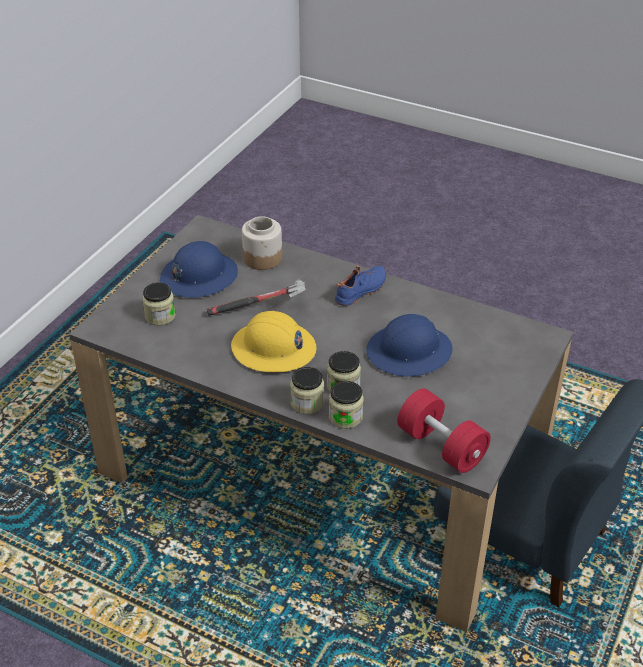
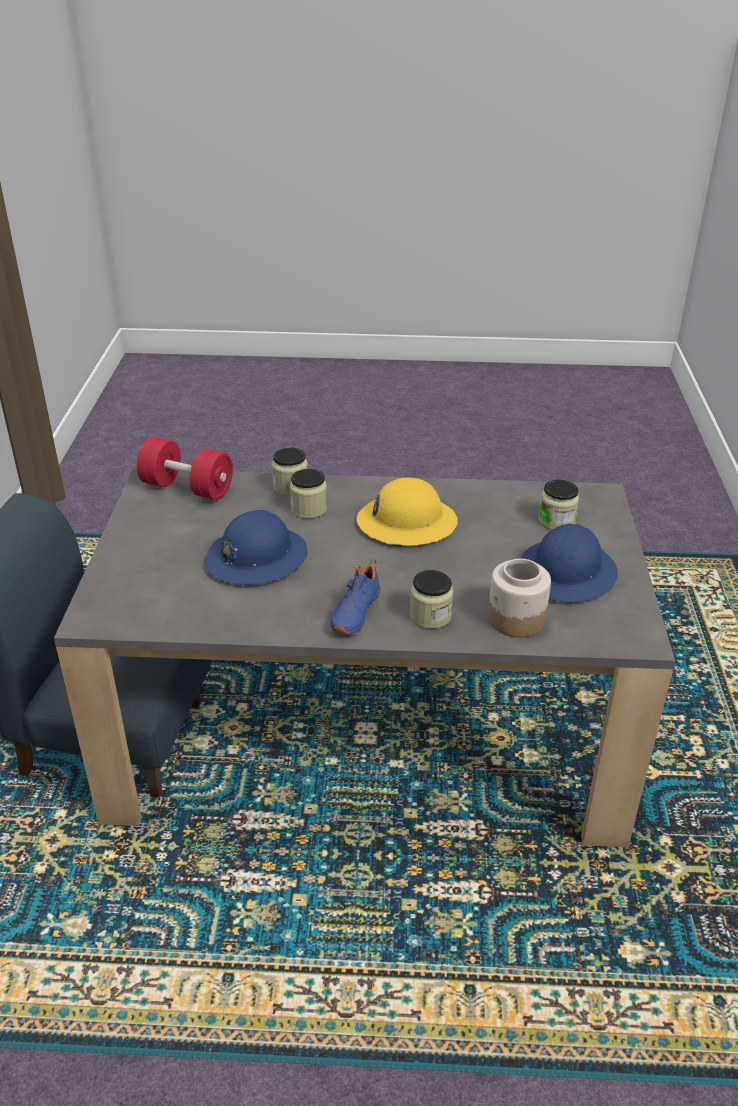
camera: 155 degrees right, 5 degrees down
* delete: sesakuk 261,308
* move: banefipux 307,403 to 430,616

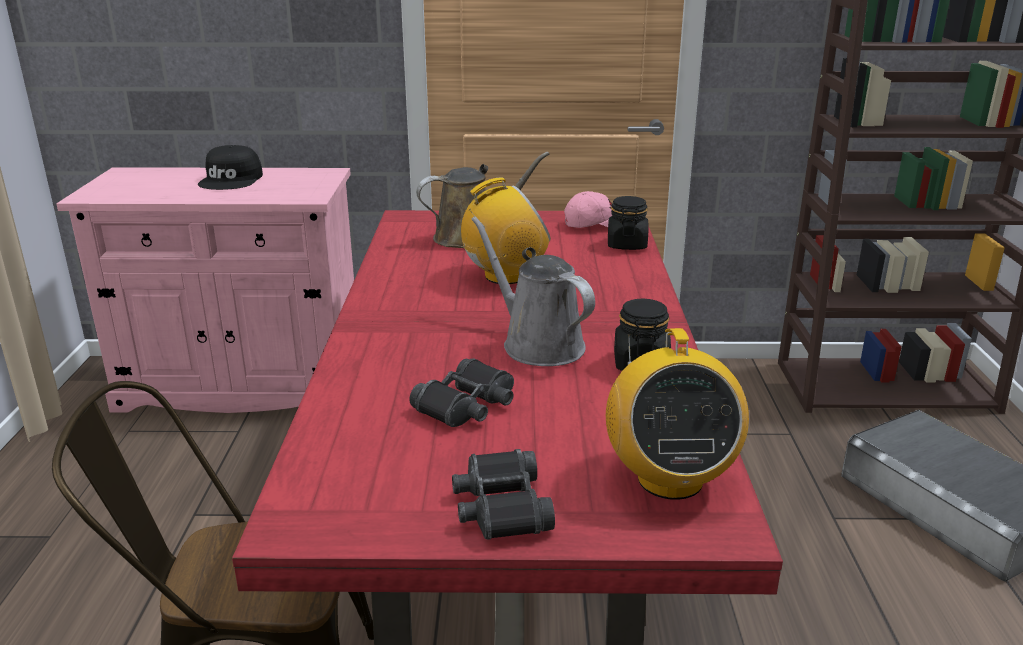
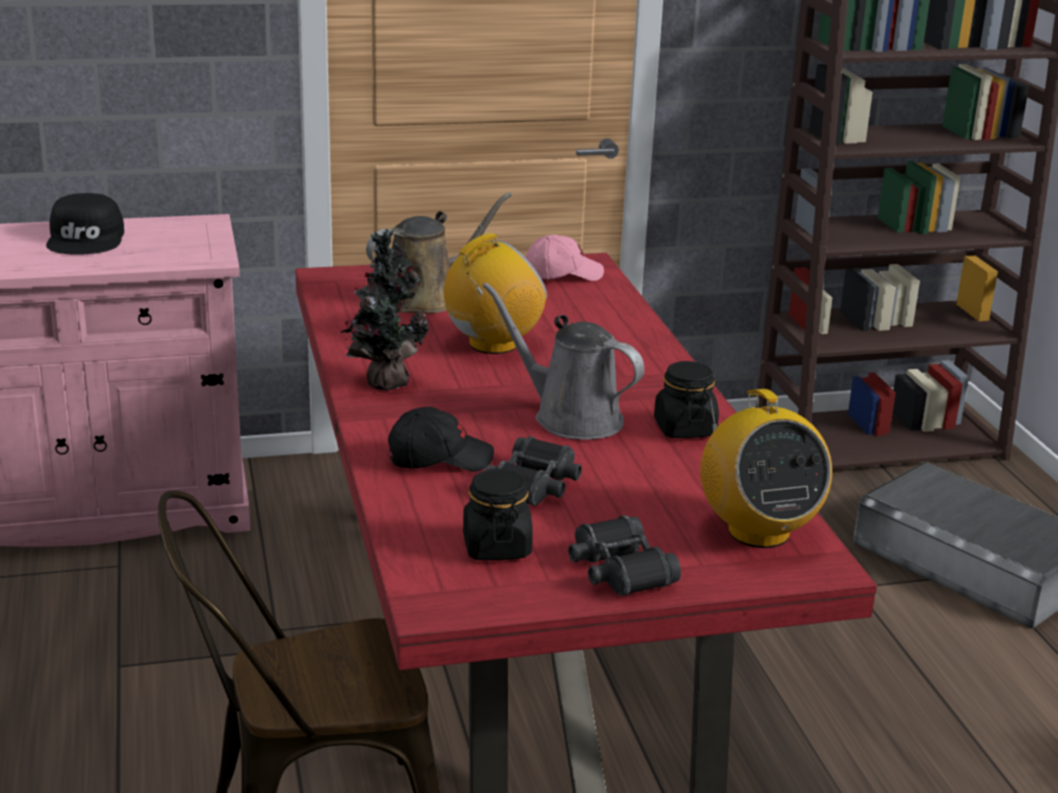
camera: 15 degrees left, 0 degrees up
* move: banefipux (black) 626,245 to 496,547
* insert: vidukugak 384,382
* insert: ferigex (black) 439,458

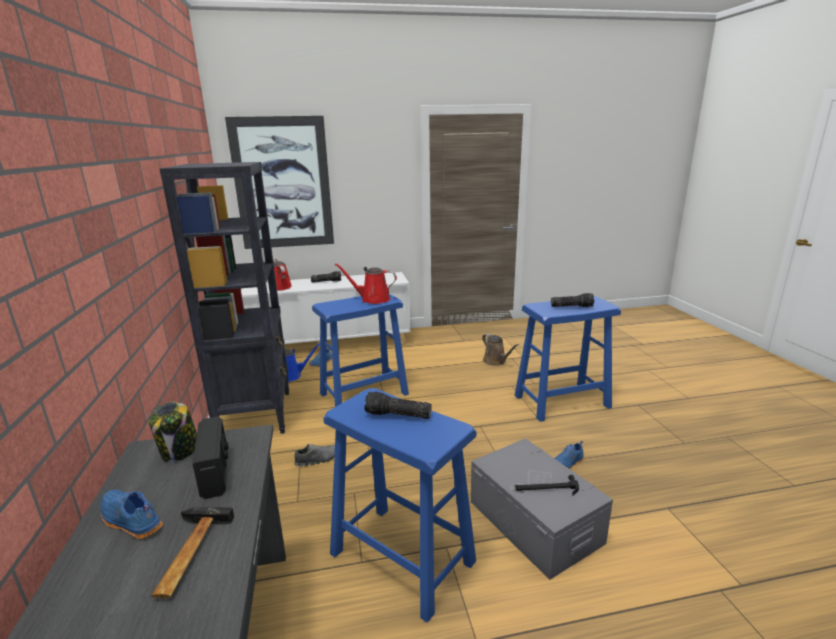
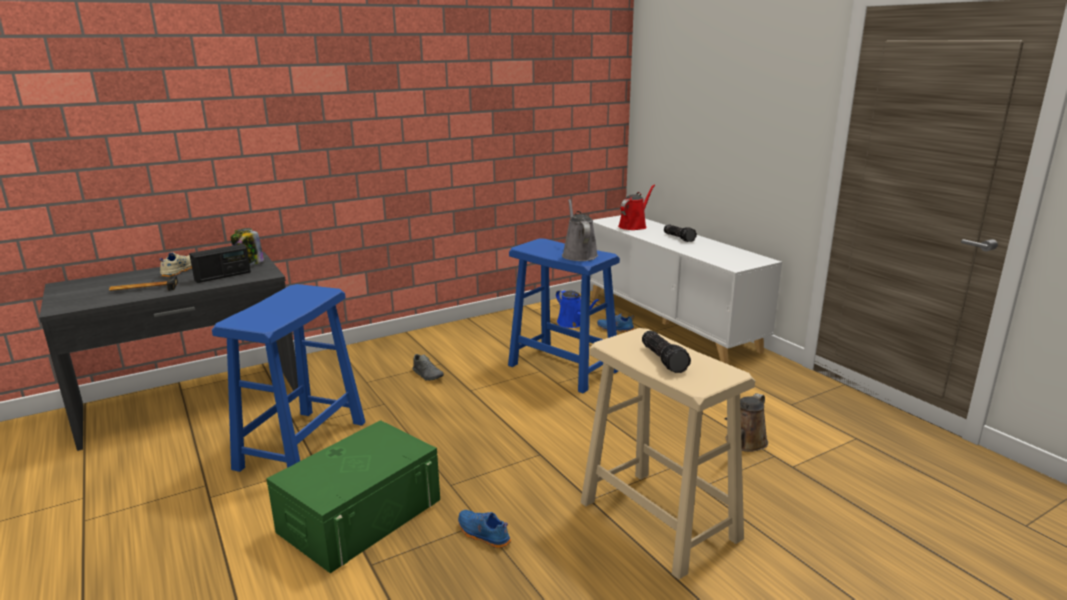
camera: 70 degrees right, 0 degrees up
* delete: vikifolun 283,184
* delete: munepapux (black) 256,414
* recolor: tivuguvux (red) 372,299 to tivuguvux (grey) 578,255
* recolor: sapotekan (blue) 562,401 to sapotekan (beige) 659,521
* delete: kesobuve 397,415
* recolor: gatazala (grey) 534,521 to gatazala (green) 360,515
* delete: sesakuk 547,488
* recolor: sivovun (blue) 130,521 to sivovun (beige) 178,271

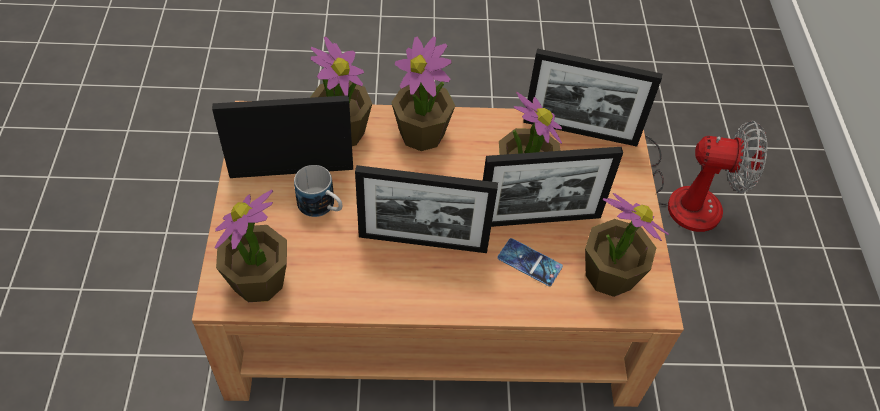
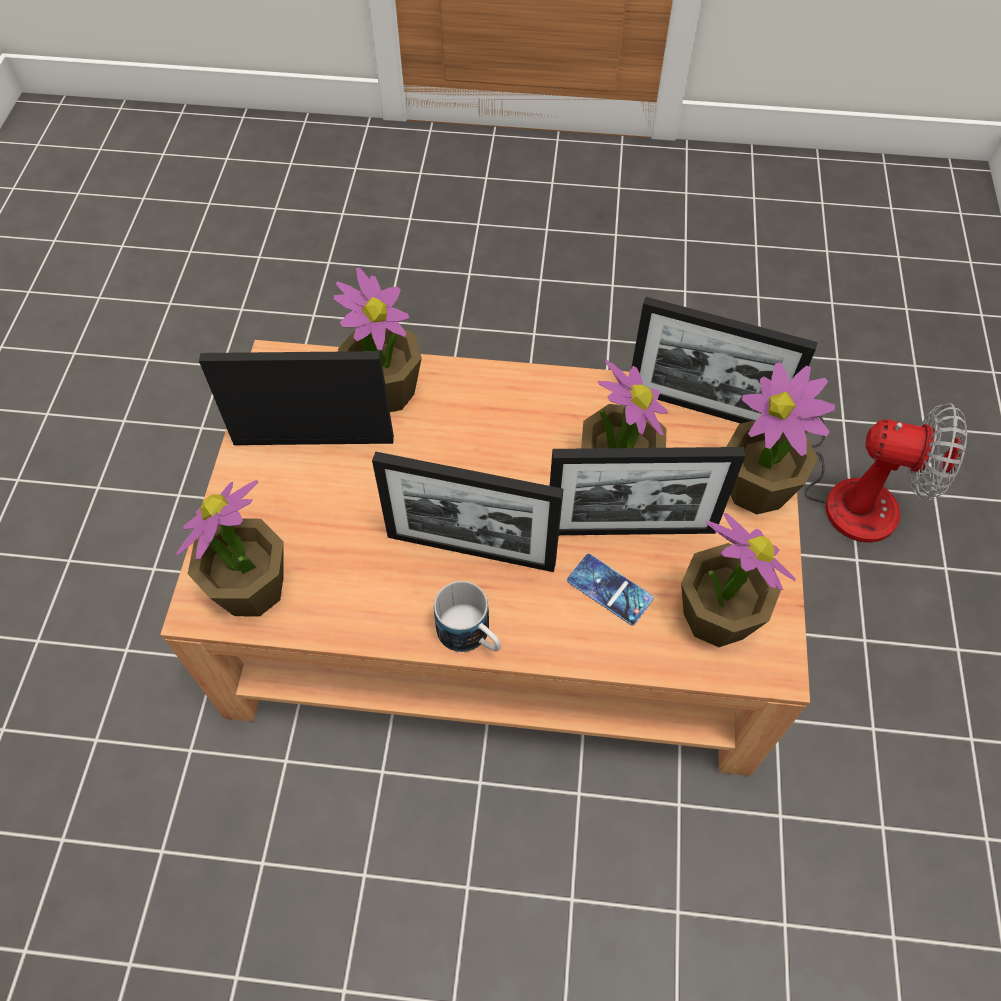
camera: 10 degrees right, 5 degrees up
* move: vidukugak 422,134 to 757,488
* move: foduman 322,207 to 471,636

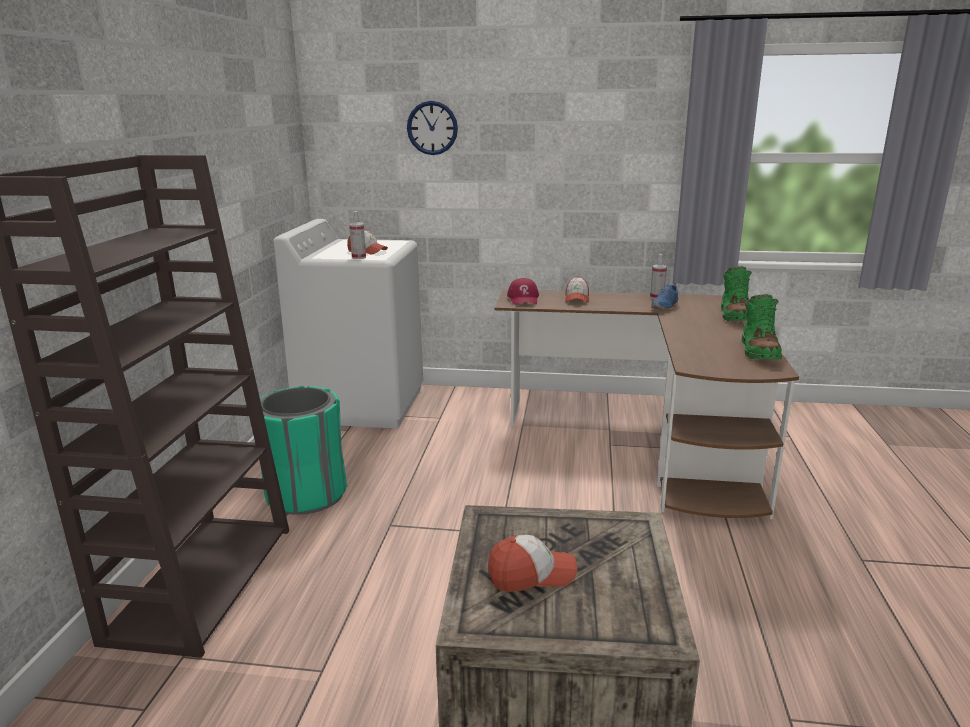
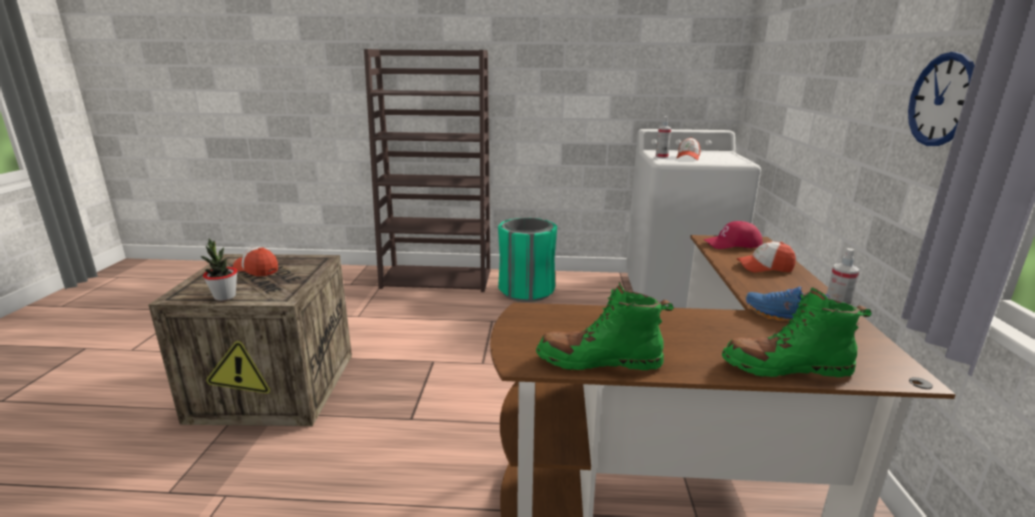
camera: 85 degrees right, 0 degrees up
* move: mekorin 432,128 to 942,100
* rotate: ferigex 531,575 = 256,269 135 degrees clockwise
* insert: vidukugak 225,297

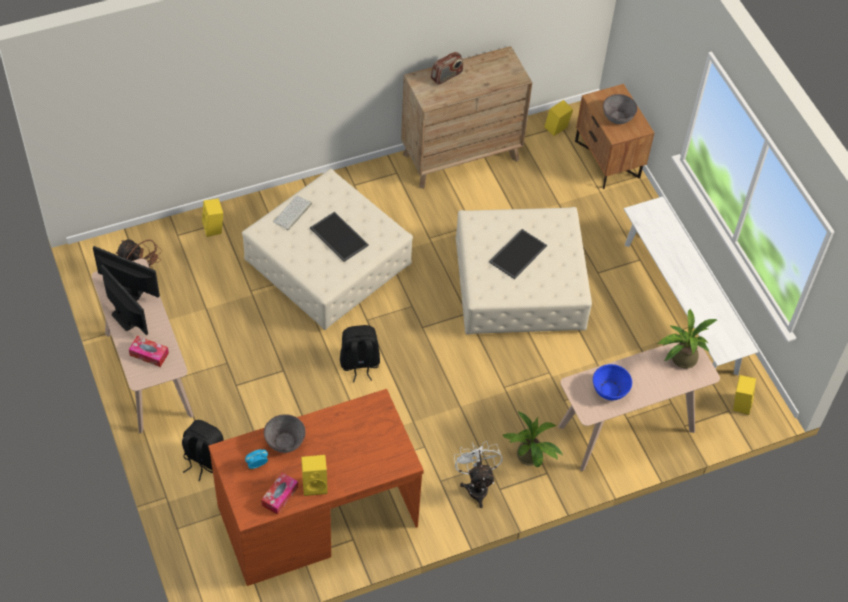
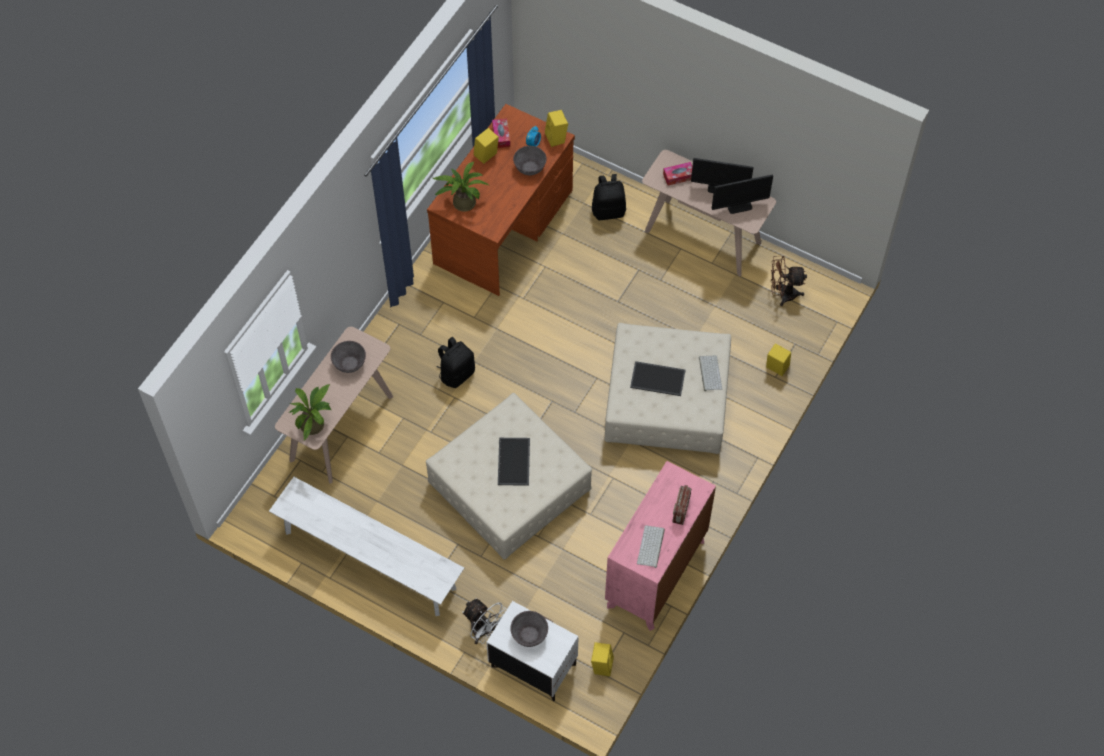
camera: 145 degrees right, 5 degrees up
* recolor: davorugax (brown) 461,156 to davorugax (pink) 656,573
* recolor: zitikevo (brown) 608,159 to zitikevo (white) 532,666
* move: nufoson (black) 359,364 to 456,374
* recolor: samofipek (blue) 610,390 to samofipek (grey) 349,363
* move: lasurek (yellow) 740,403 to 557,138
* move: vidukugak 531,458 to 461,202
* move: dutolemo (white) 476,485 to 484,632
* insert: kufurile 651,547

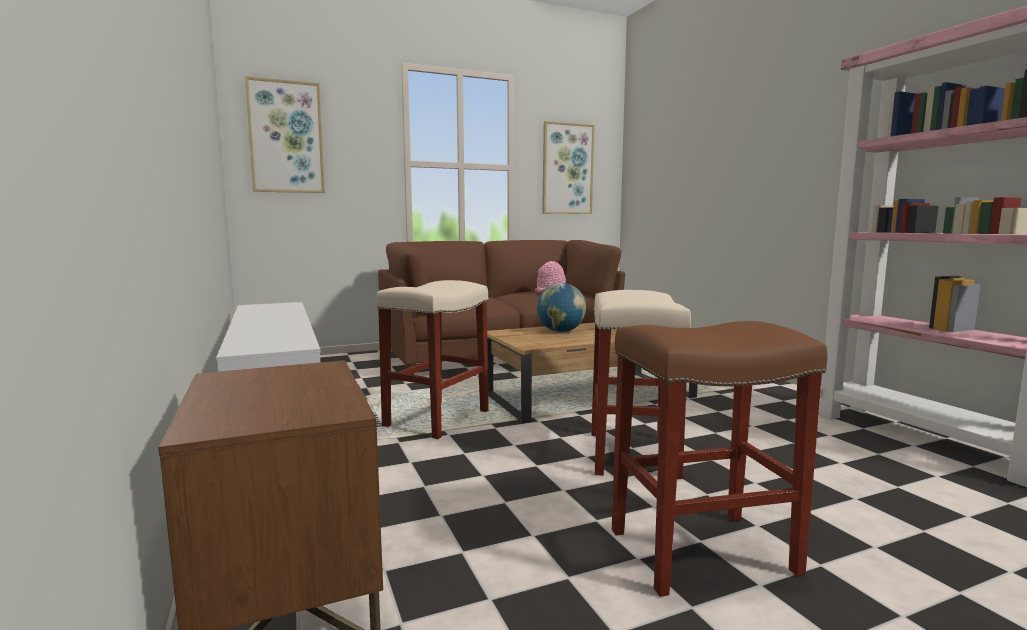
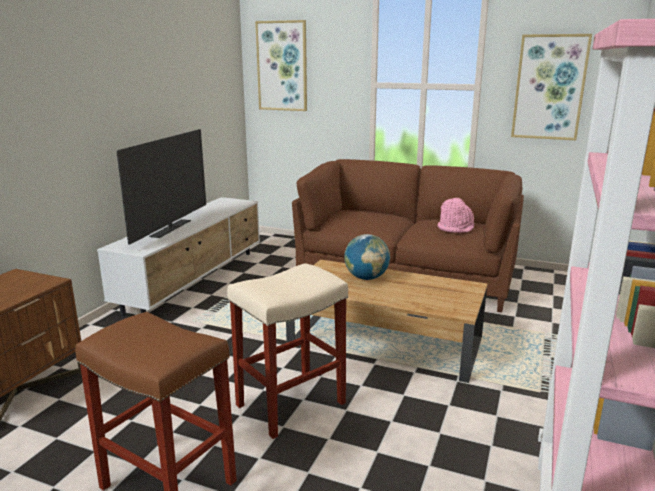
camera: 45 degrees right, 10 degrees up
* delete: sapotekan (beige) 437,418
* insert: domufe 171,229

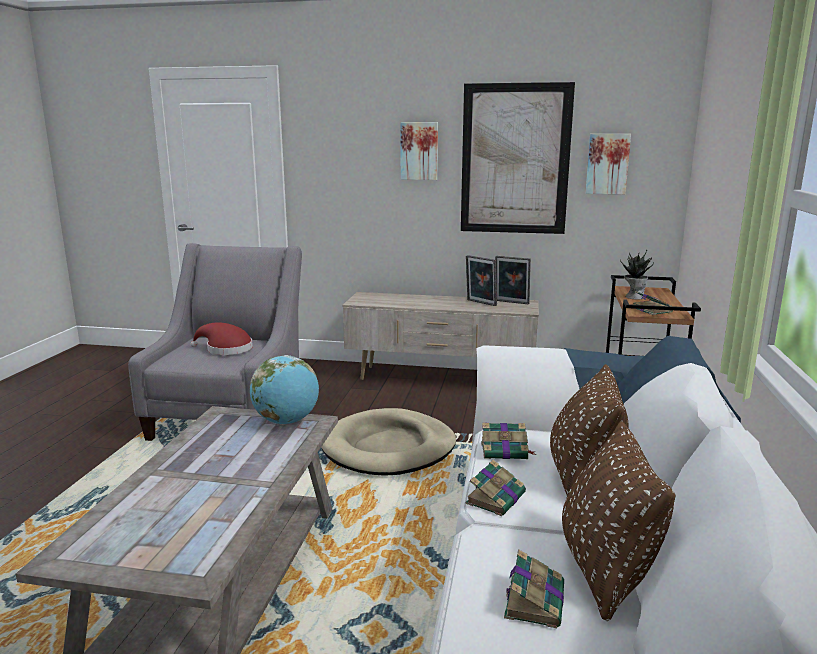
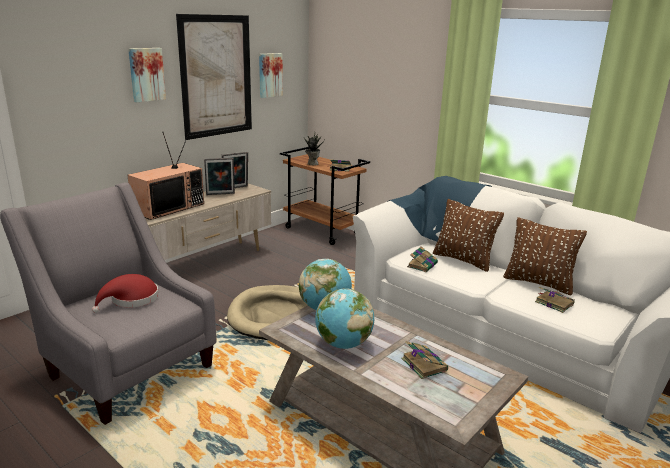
camera: 60 degrees left, 5 degrees up
* move: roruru 496,498 to 423,364
* insert: domufe 168,207
* insert: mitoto 343,344

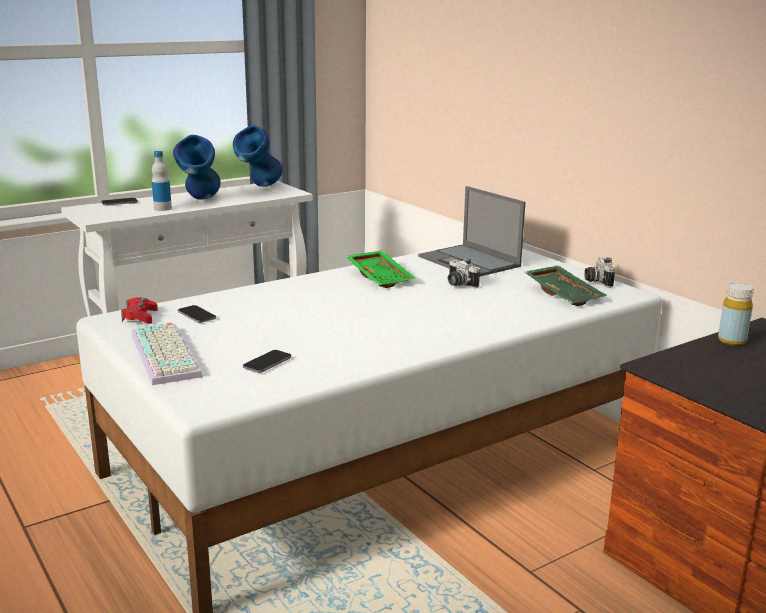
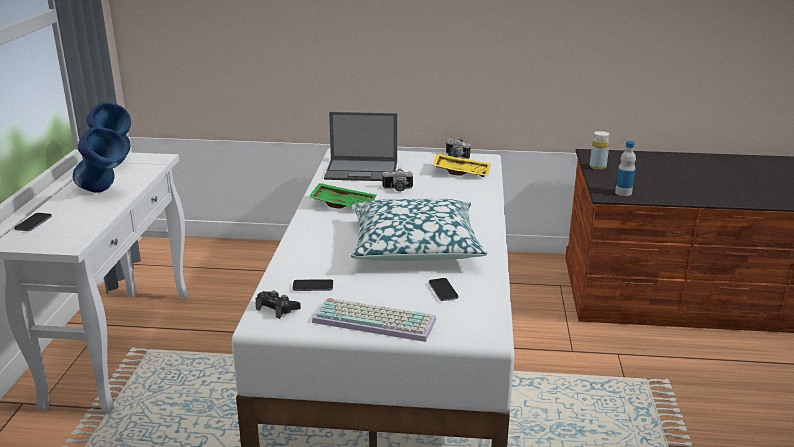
camera: 50 degrees left, 5 degrees up
* move: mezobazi 162,208 to 623,192
* recolor: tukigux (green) 565,294 to tukigux (yellow) 461,172
* recolor: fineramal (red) 140,317 to fineramal (black) 277,308
* insert: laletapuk 414,246

